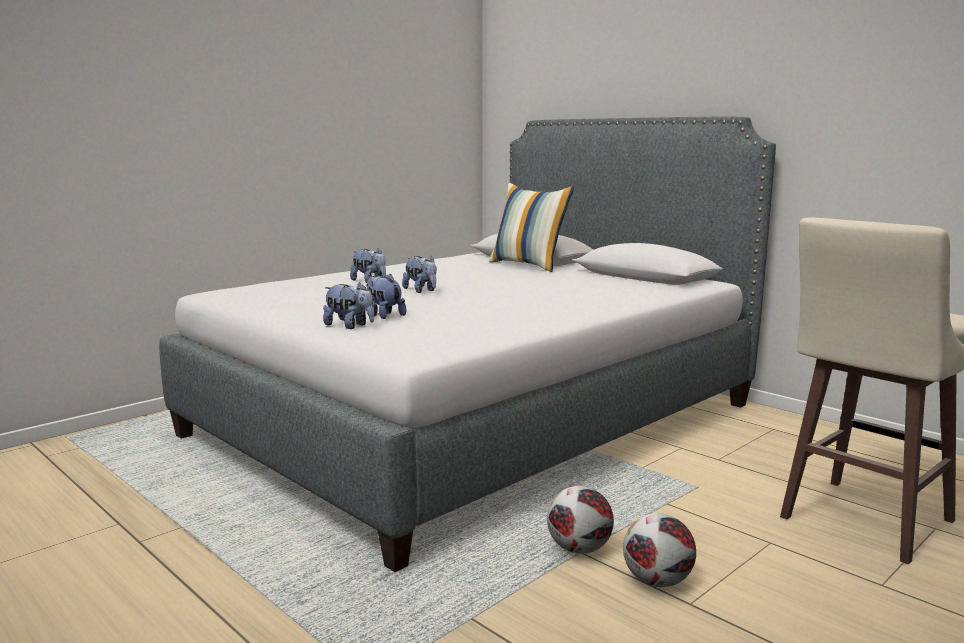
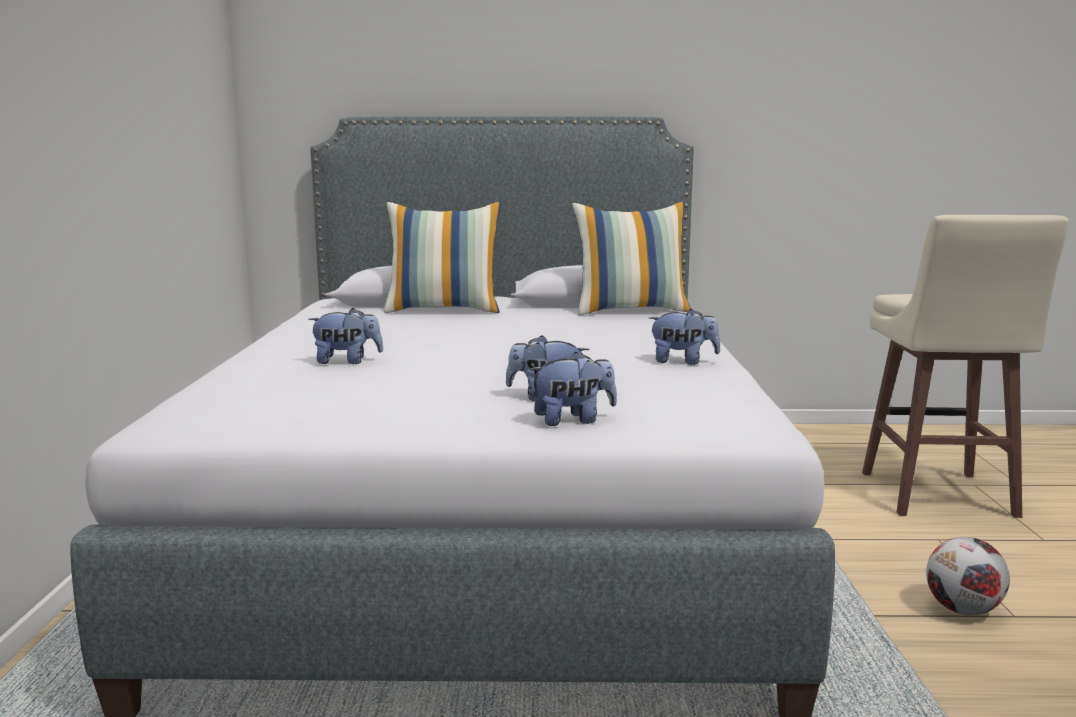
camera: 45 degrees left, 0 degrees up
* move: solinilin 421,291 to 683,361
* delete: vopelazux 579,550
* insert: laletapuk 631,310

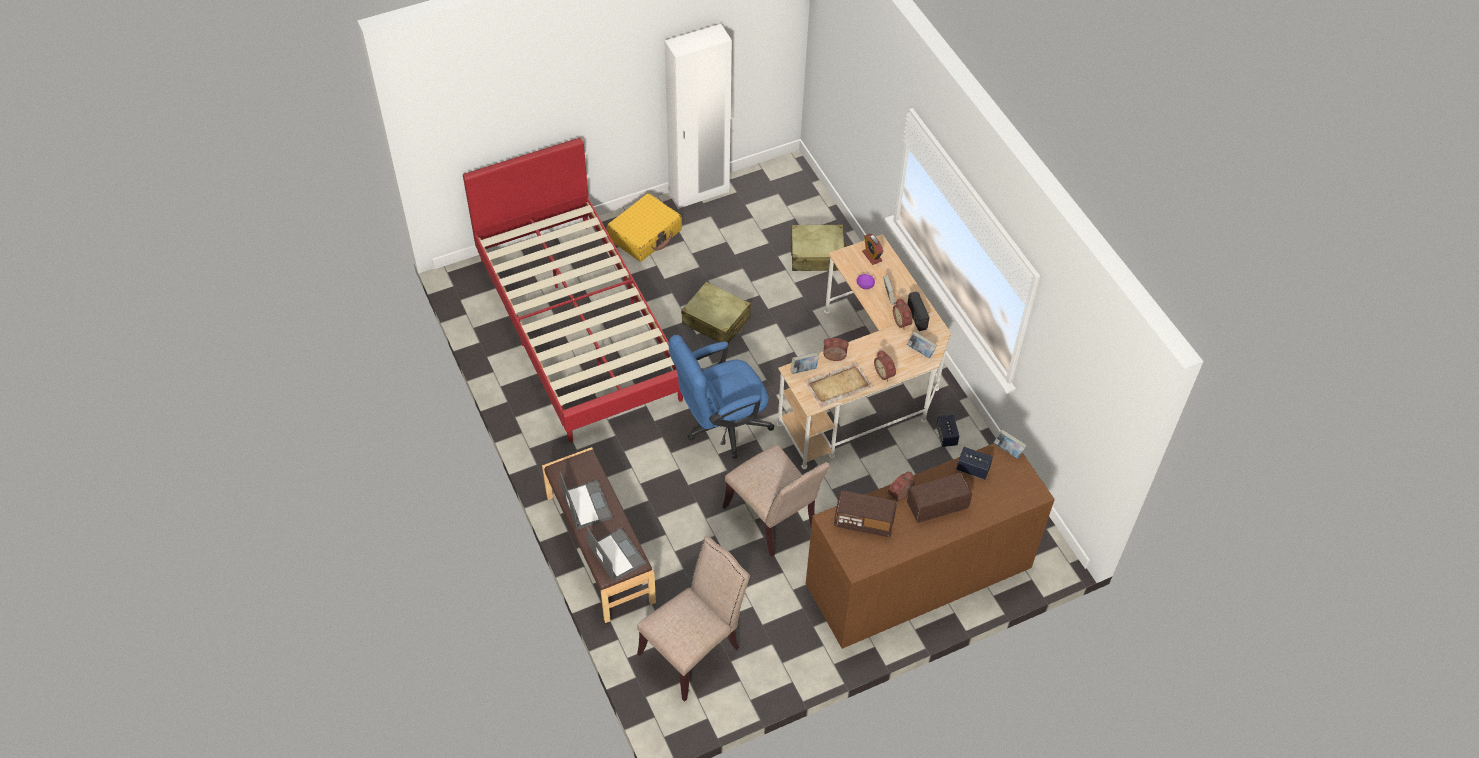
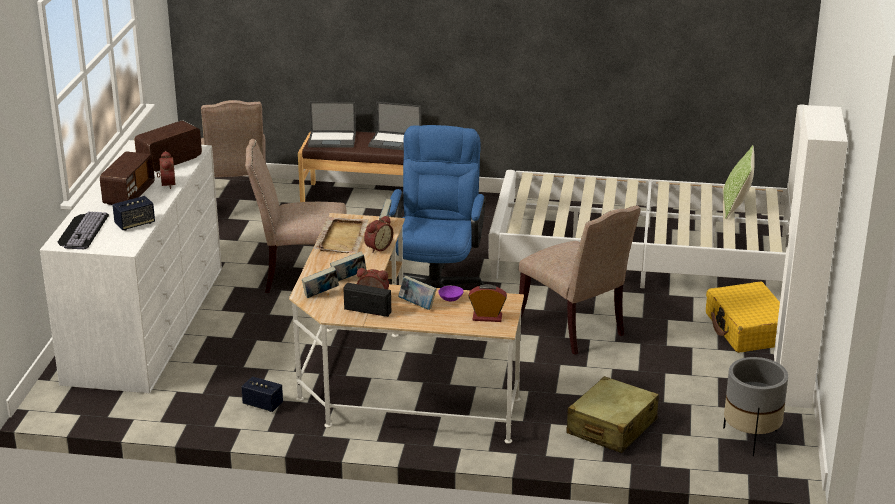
camera: 125 degrees right, 25 degrees down
* recolor: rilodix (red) 578,326 to rilodix (white) 644,256
* replace: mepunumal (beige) 716,321 to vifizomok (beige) 575,328
* delete: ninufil 885,373
* move: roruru 1008,450 to 348,279
* recolor: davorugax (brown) 918,575 to davorugax (white) 146,323
* insert: laletapuk 736,206
* insert: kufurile 82,230
* insert: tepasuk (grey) 750,438

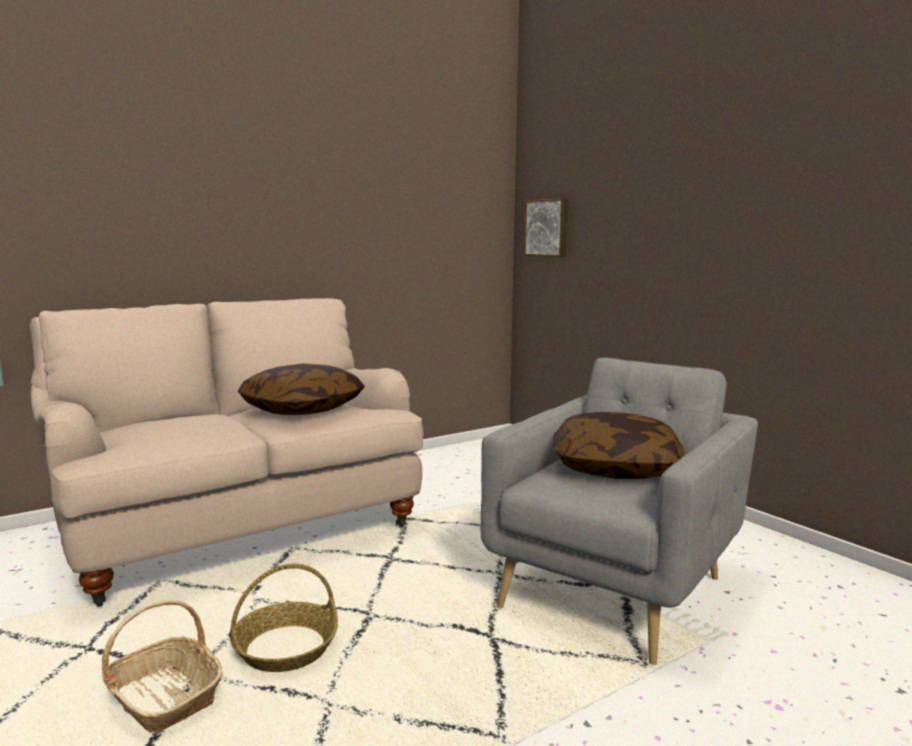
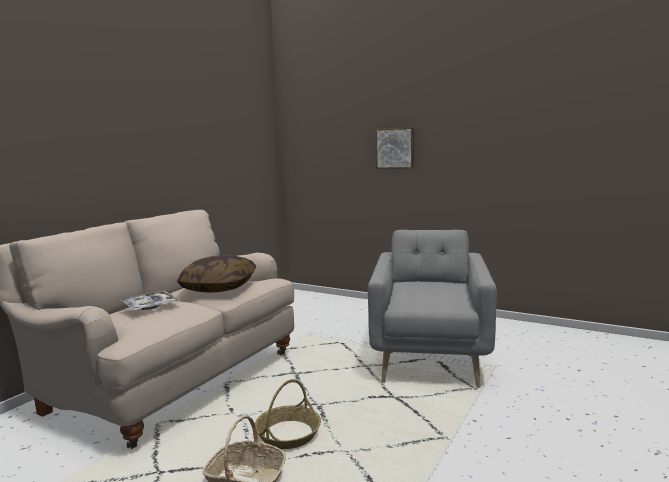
camera: 25 degrees left, 0 degrees up
* move: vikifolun 547,228 to 395,148
* delete: laletapuk 615,467
* insert: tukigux 150,306

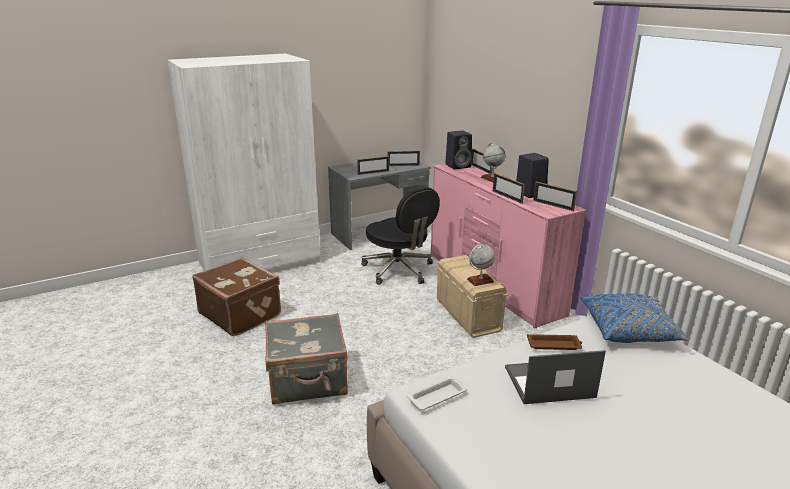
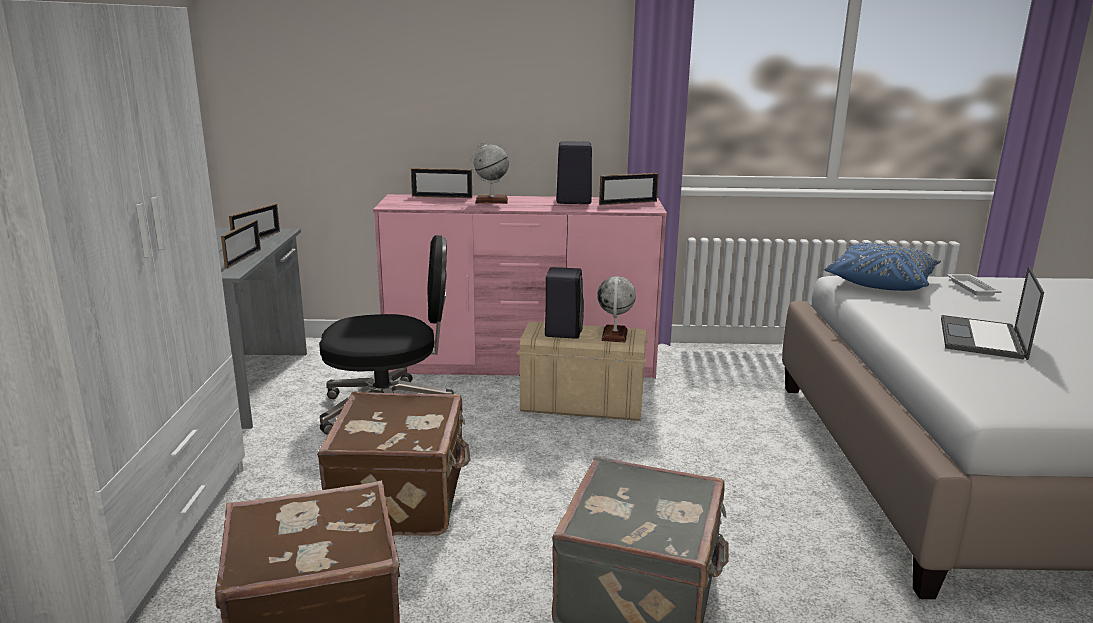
camera: 60 degrees left, 5 degrees down
* move: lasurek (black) 458,166 to 563,331
* delete: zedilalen 507,197
* delete: tukigux (brown) 554,345
* move: tukigux (white) 438,396 to 971,288
* insert: mepunumal (brown) 402,499

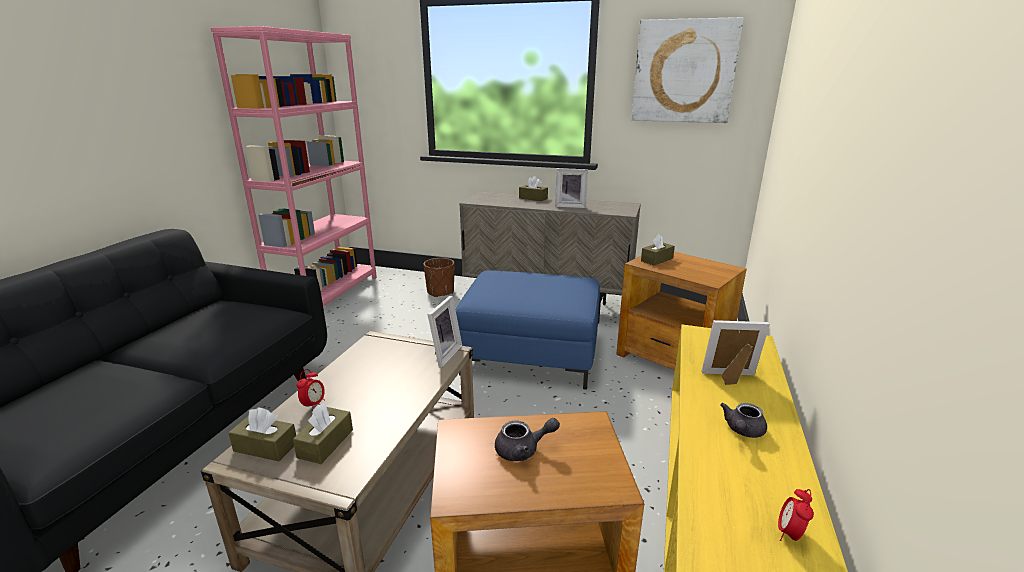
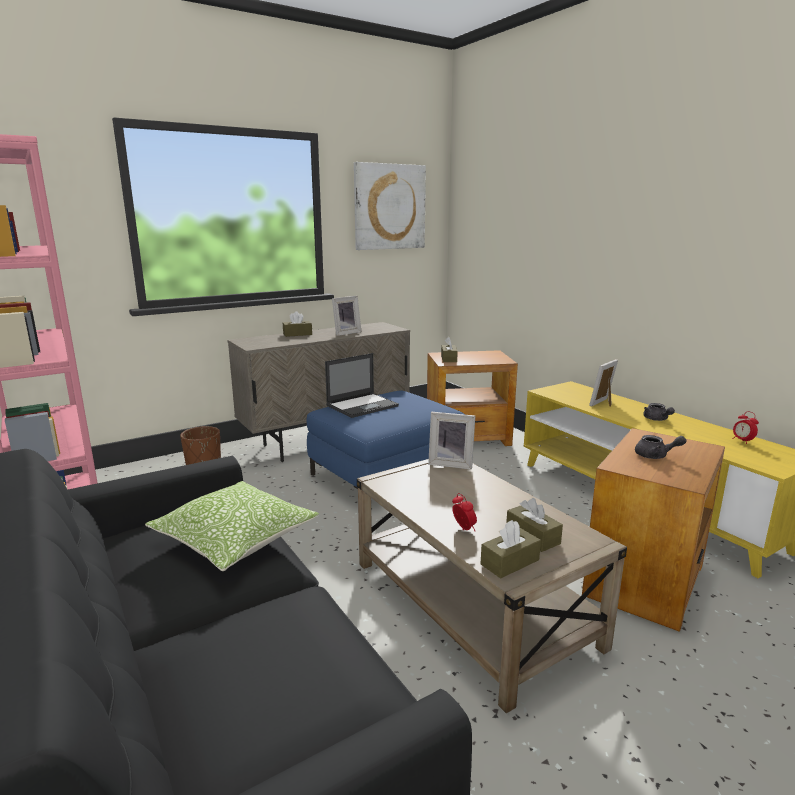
camera: 50 degrees left, 5 degrees down
* rotate: zedilalen 443,355 = 451,463 135 degrees clockwise
* rotate: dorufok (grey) 523,450 = 655,456 75 degrees clockwise
* insert: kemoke 363,405
* insert: laletapuk 235,539

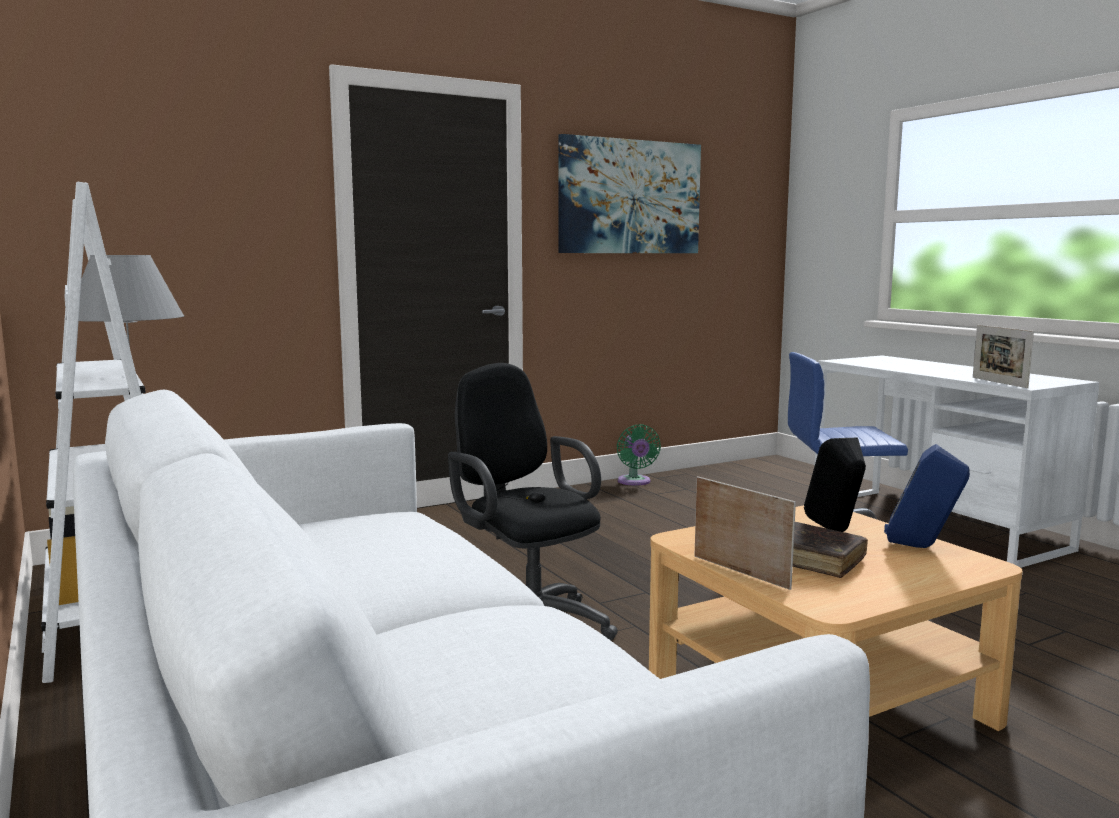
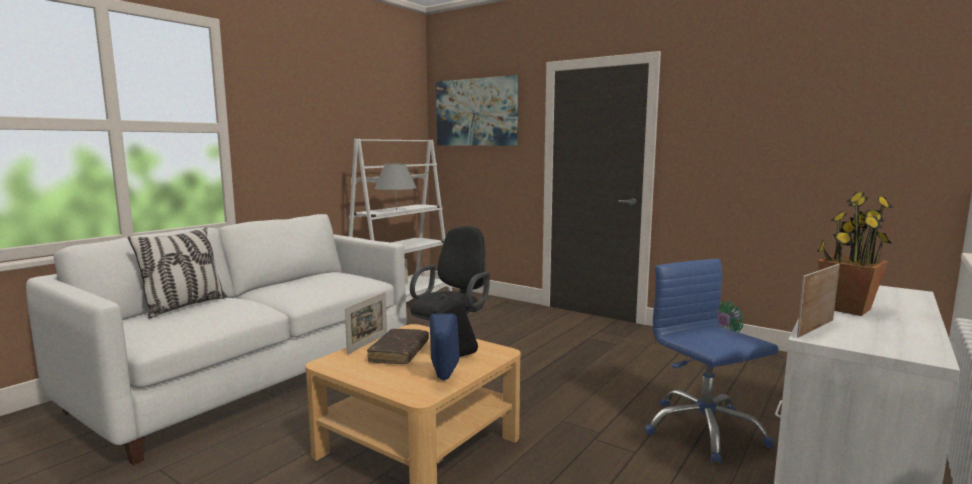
camera: 65 degrees right, 0 degrees up
* move: vikifolun 630,197 to 476,112
* insert: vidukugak 846,308
* insert: laletapuk 184,306

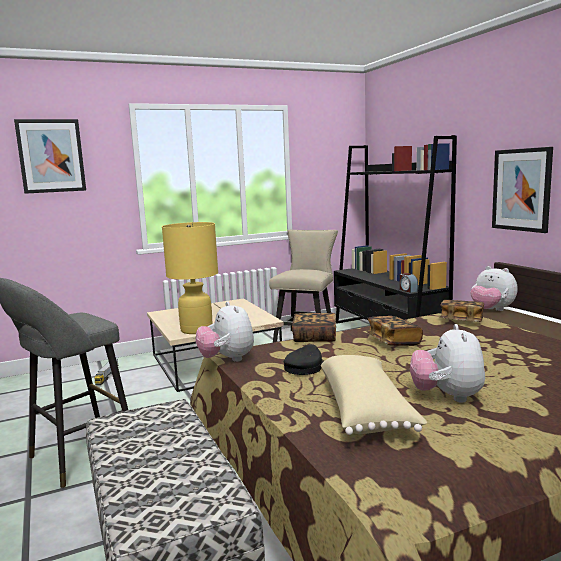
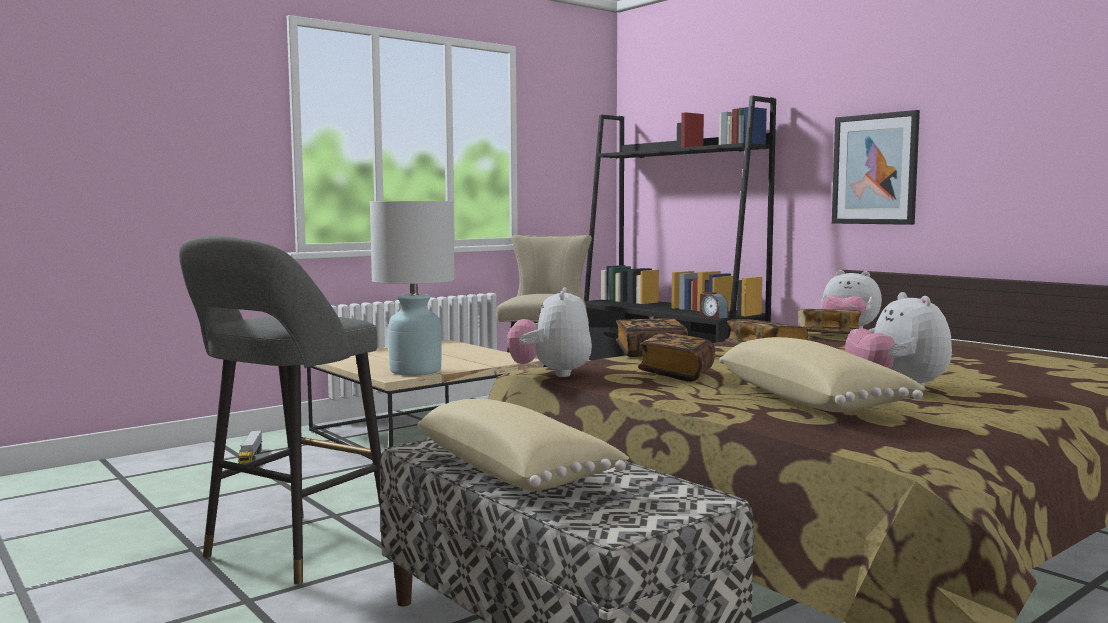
camera: 15 degrees left, 5 degrees down
* delete: vikifolun 51,156
* recolor: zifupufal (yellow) 196,329 to zifupufal (white) 415,371
* rotate: solinilin 227,359 = 551,374 45 degrees clockwise
* replace: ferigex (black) 305,367 to roruru 677,374
* insert: laletapuk (beige) 515,472

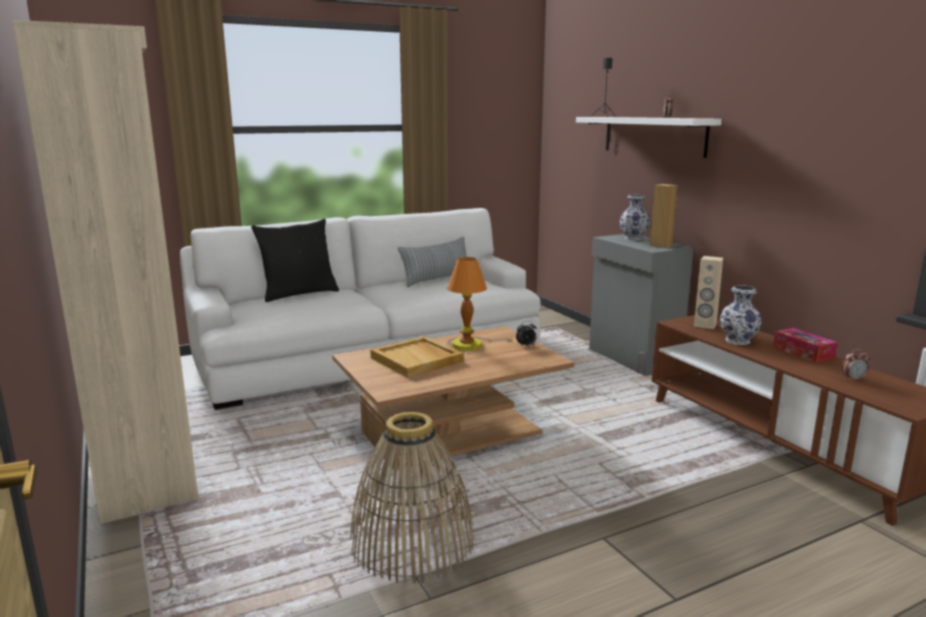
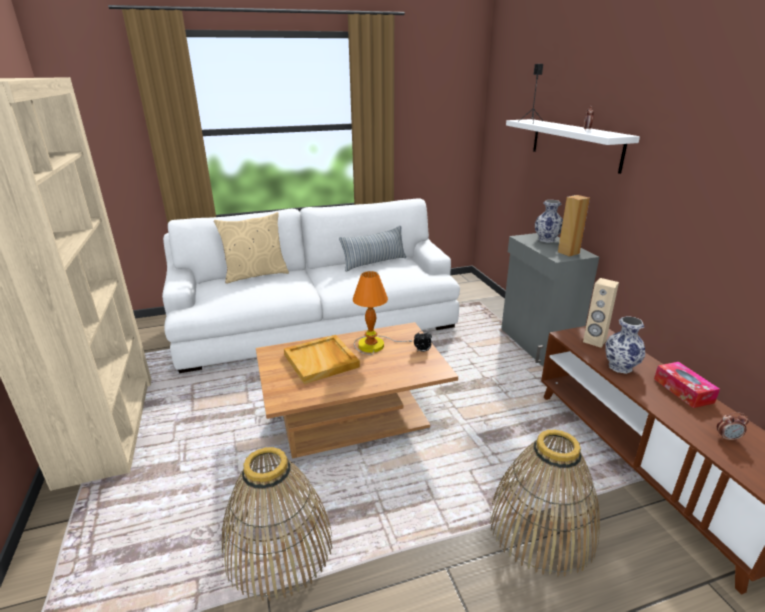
camera: 10 degrees right, 10 degrees up
* recolor: laletapuk (black) 298,294 to laletapuk (beige) 256,274
* insert: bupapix 542,527

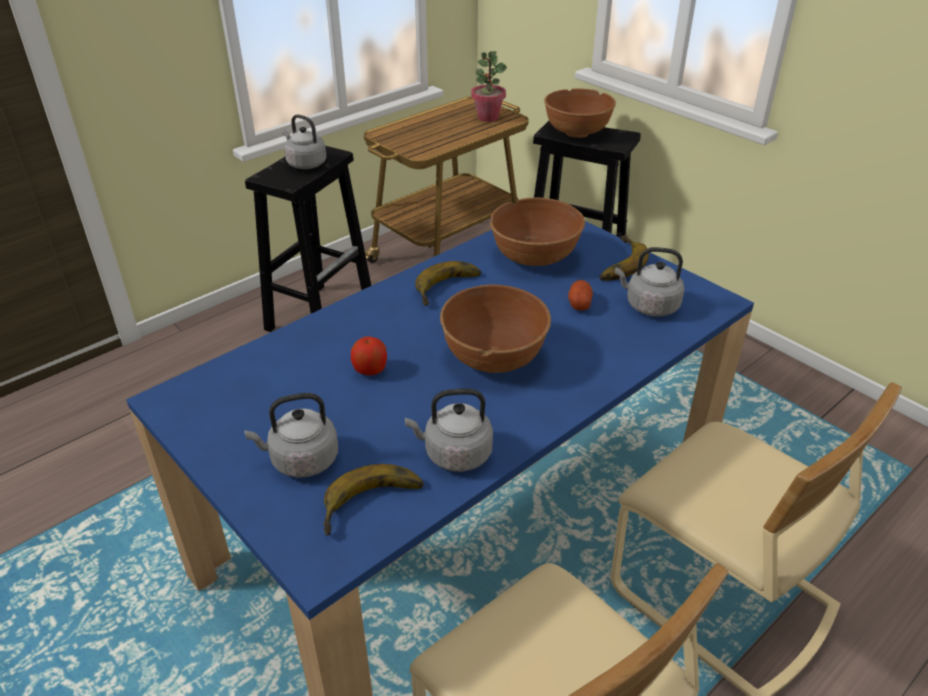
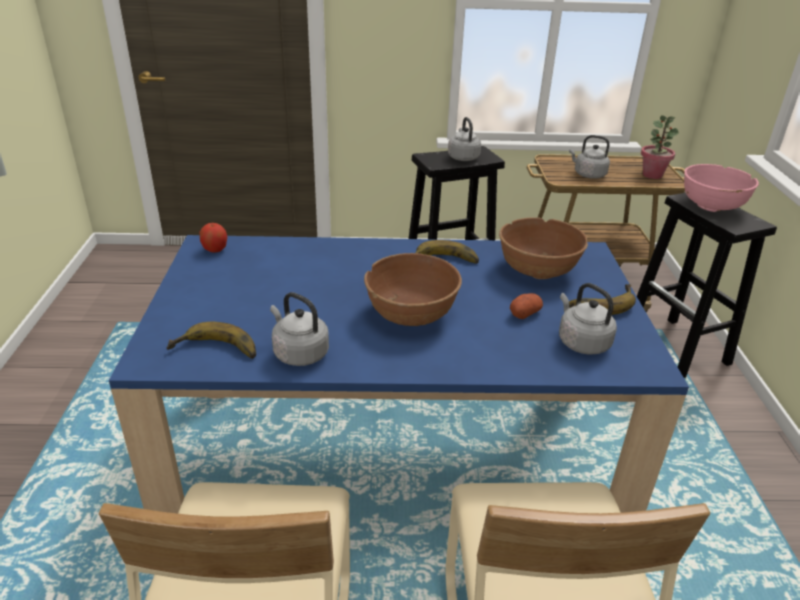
camera: 40 degrees right, 5 degrees down
* recolor: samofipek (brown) 576,131 to samofipek (pink) 711,205
* move: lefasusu 370,370 to 215,250
* move: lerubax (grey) 301,460 to 587,174

